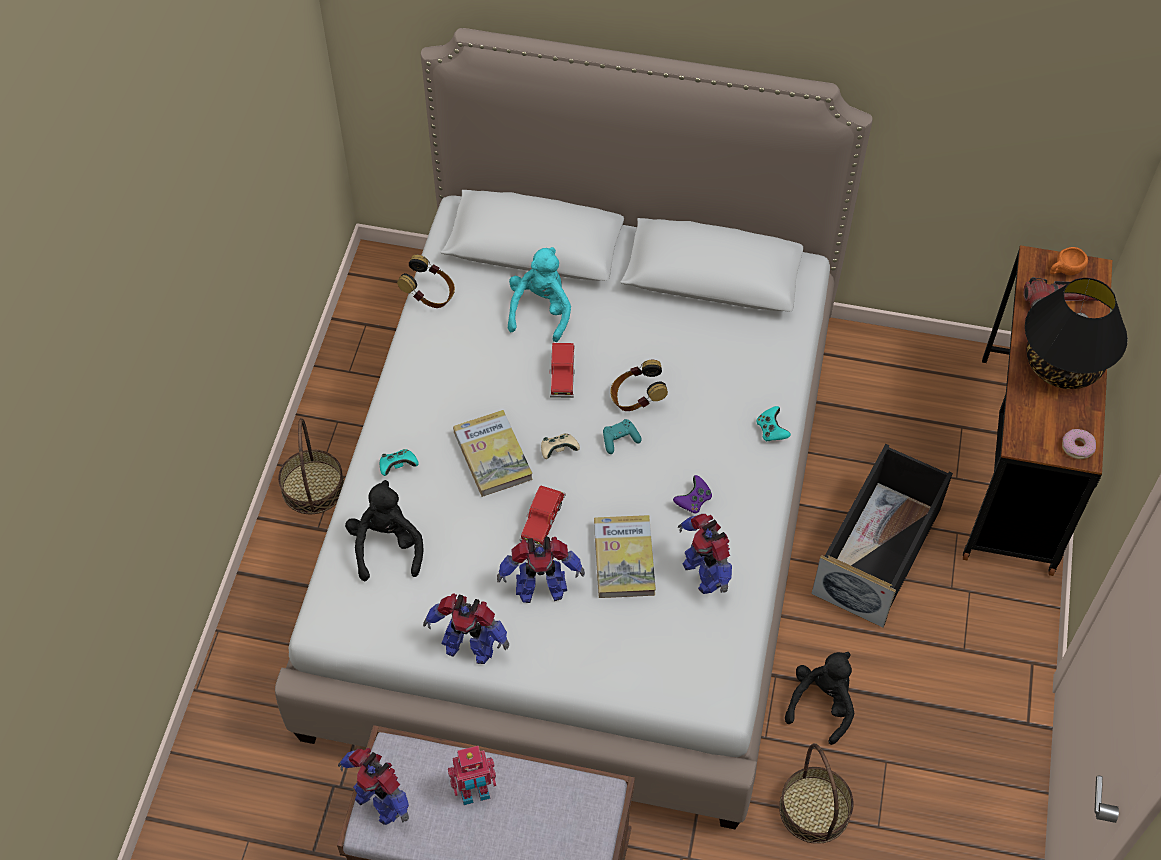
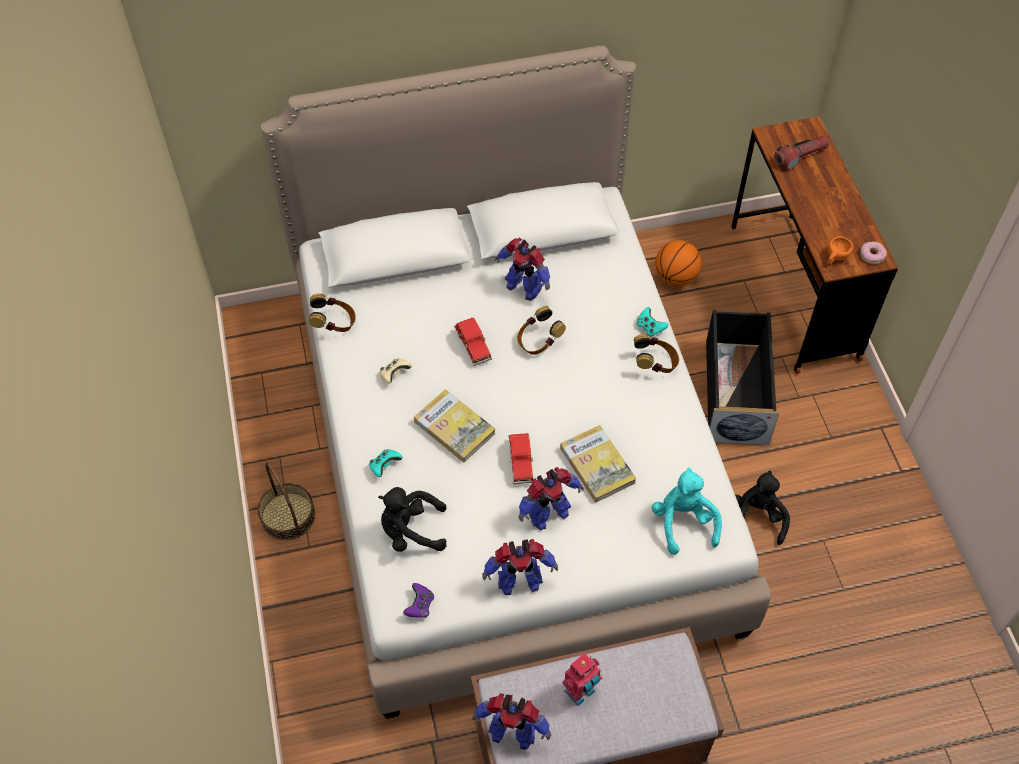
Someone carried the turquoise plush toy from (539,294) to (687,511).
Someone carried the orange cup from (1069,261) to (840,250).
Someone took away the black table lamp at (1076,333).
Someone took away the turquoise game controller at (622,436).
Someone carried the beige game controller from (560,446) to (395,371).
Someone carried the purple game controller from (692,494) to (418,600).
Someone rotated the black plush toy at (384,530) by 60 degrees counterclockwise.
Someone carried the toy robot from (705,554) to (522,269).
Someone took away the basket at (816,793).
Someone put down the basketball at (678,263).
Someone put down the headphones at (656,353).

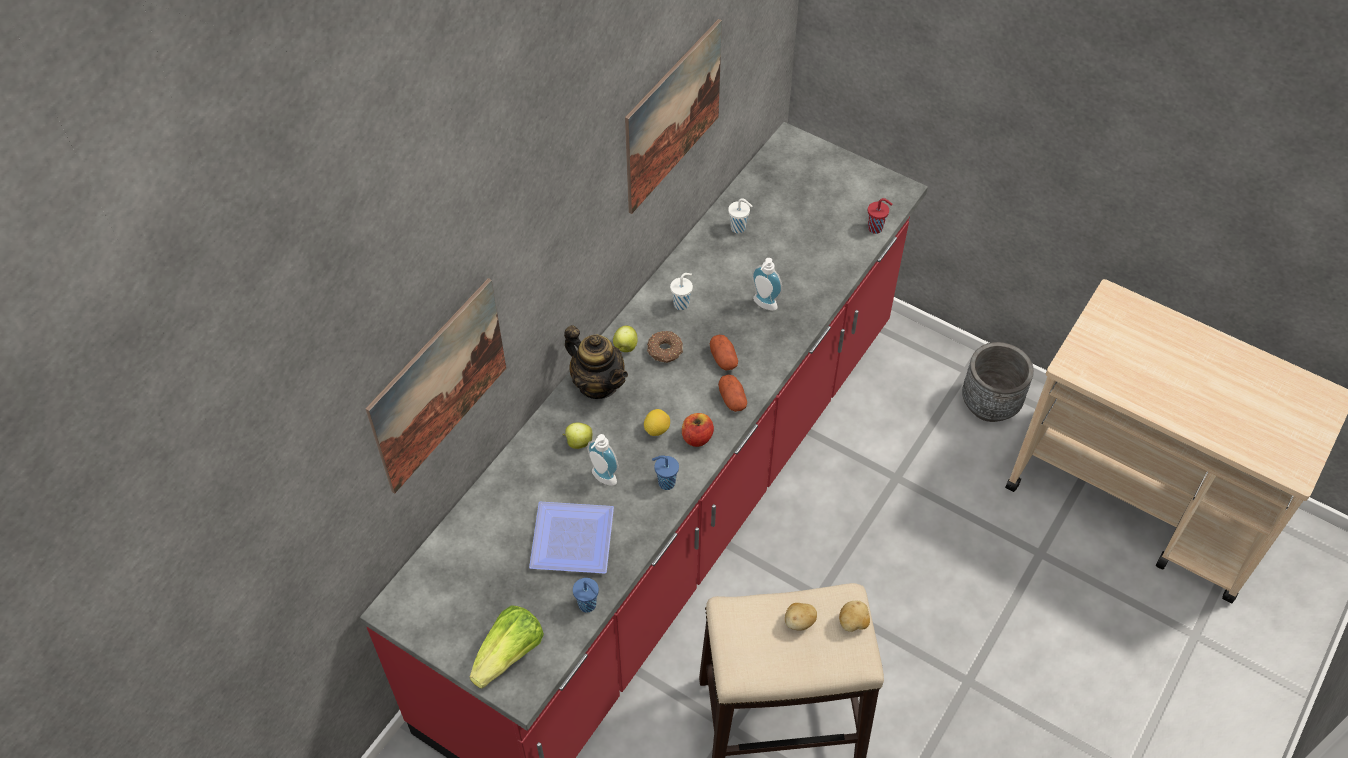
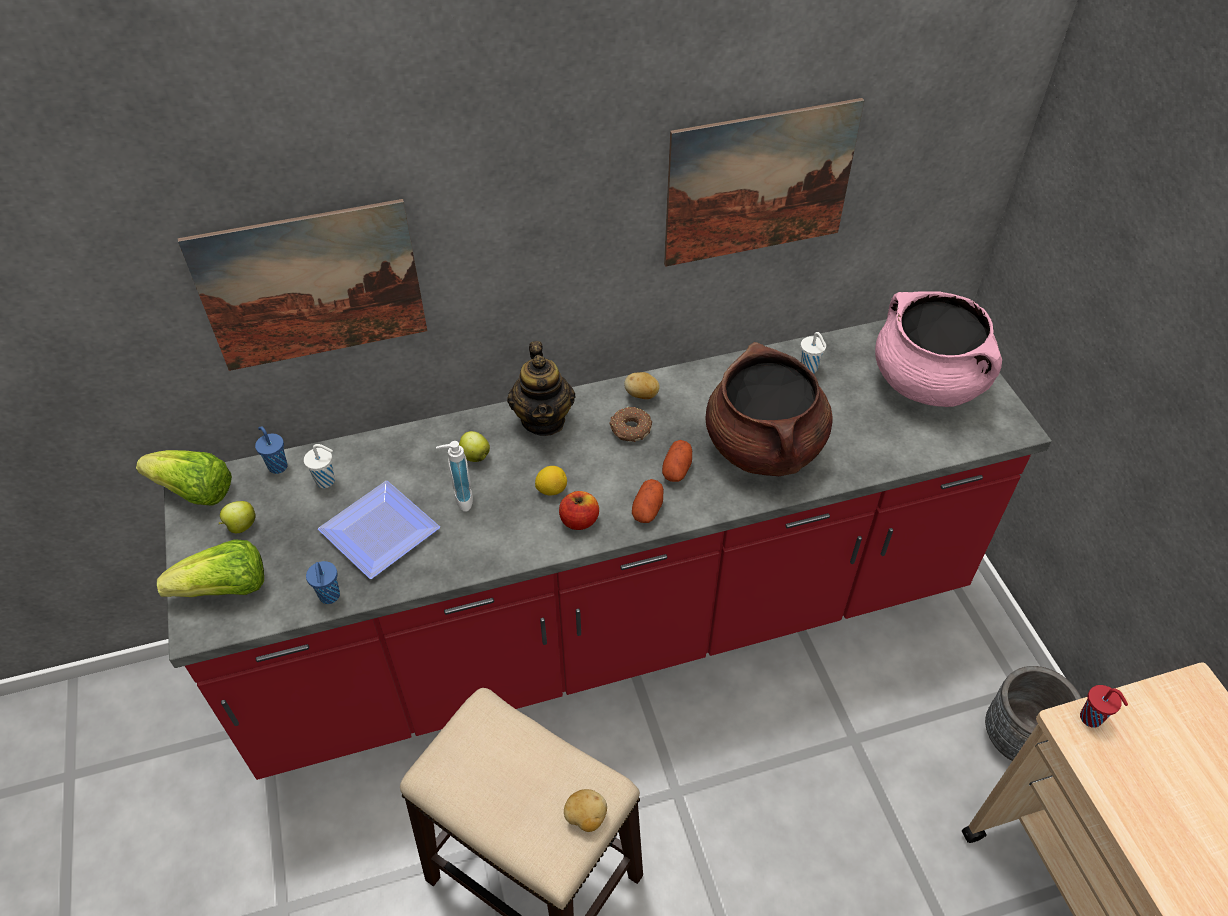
Someone carried the red cup from (880,216) to (1104,706).
Someone swapped the soap dispenser at (767,284) for the brown cooking pot at (769,409).
Someone carried the white cup from (681,291) to (319,466).
Someone carried the apple from (625,338) to (237,517).
Someone carried the blue cup from (665,472) to (271,450).
Someone carried the potato from (801,616) to (642,385).
Someone put down the pink cooking pot at (938,349).
Someone put down the lettuce at (184,478).

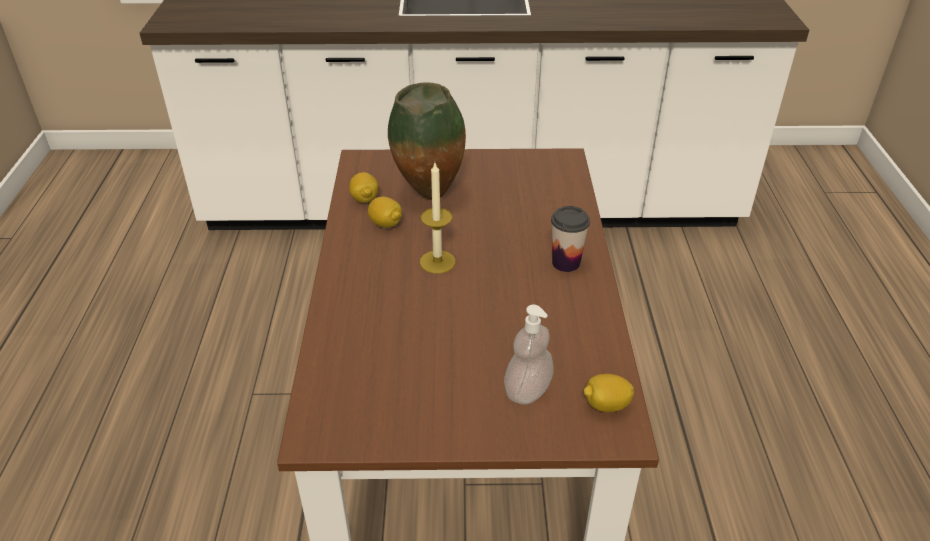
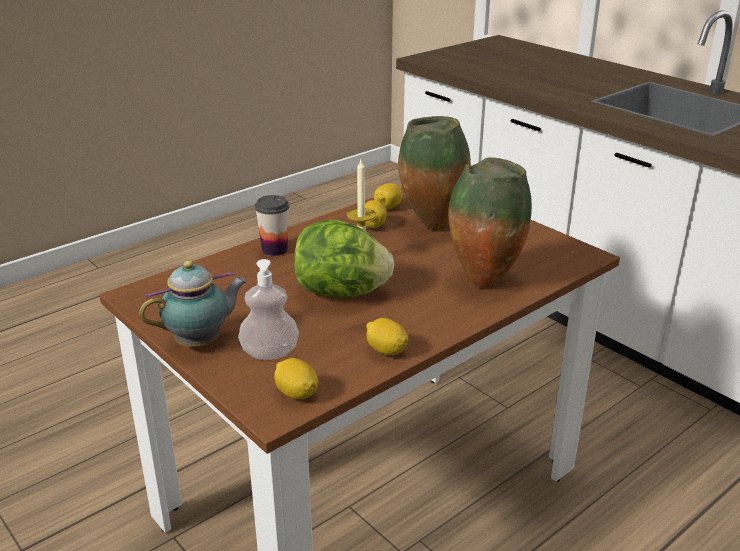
Someone carried the cup from (570,239) to (272,225).
Someone put down the vase at (490,222).
Someone put down the lettuce at (344,259).
Someone put down the teapot at (193,304).
Someone put down the lemon at (387,336).

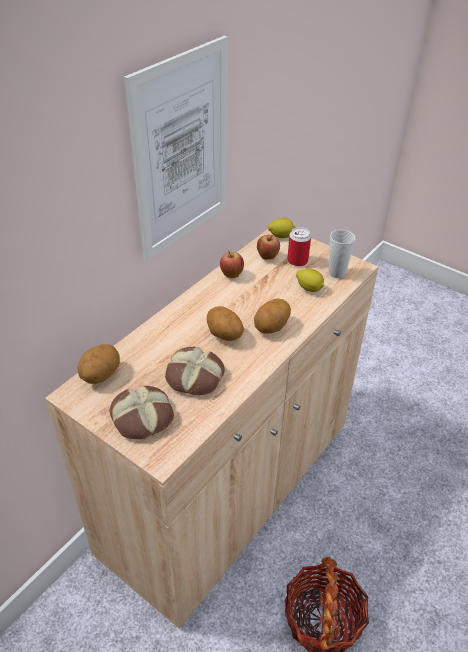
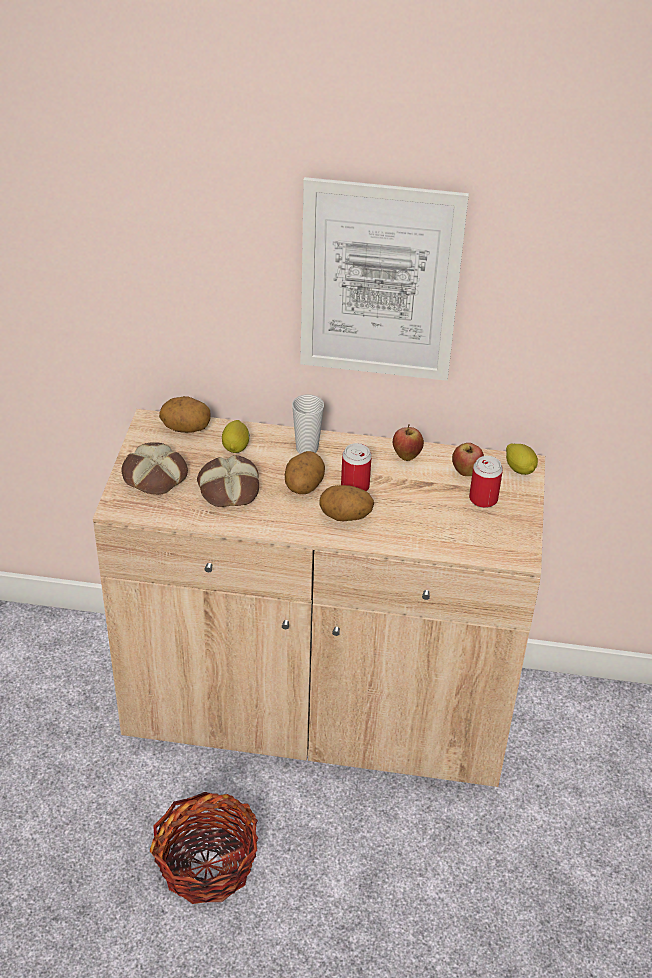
Someone carried the cup from (342,254) to (308,424).
Someone carried the lemon from (310,280) to (236,436).
Someone put down the can at (356,467).

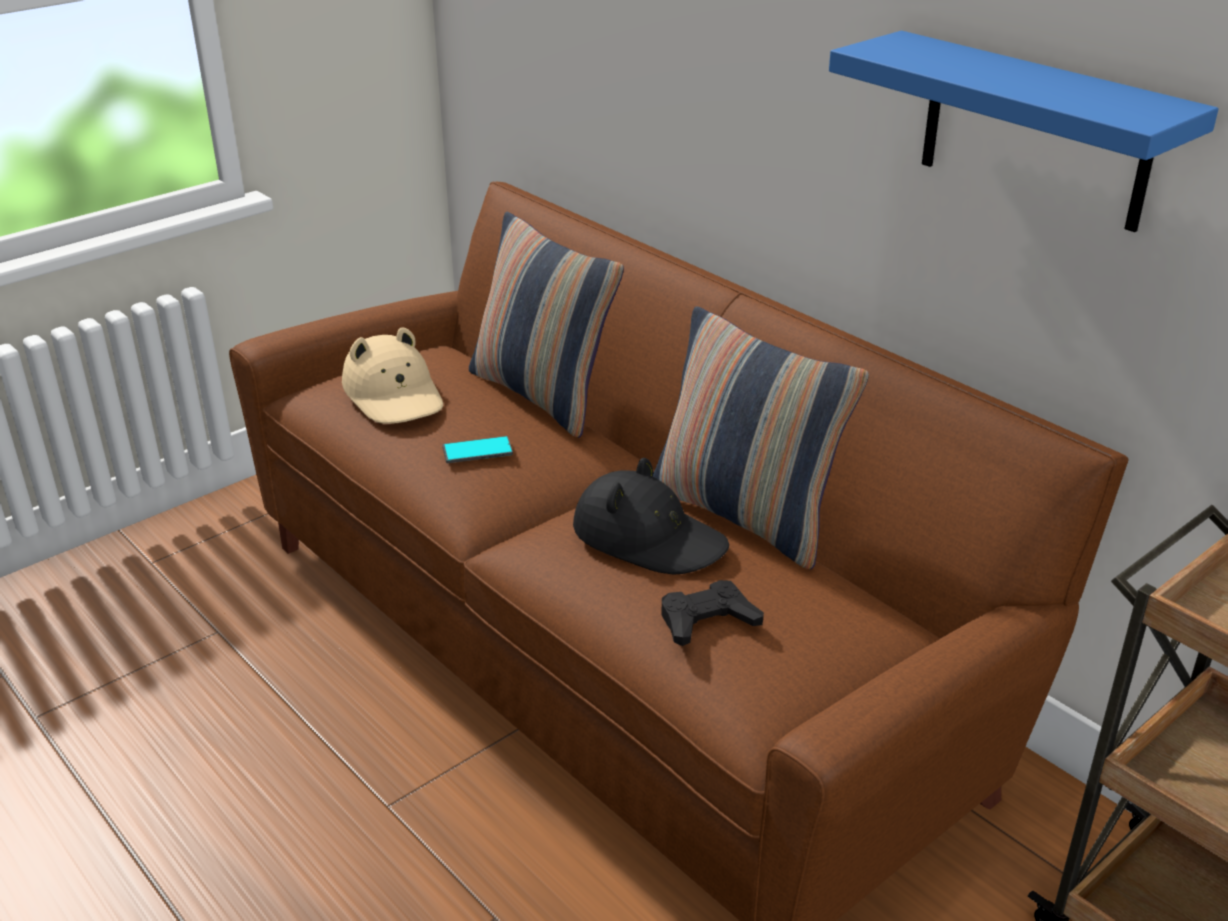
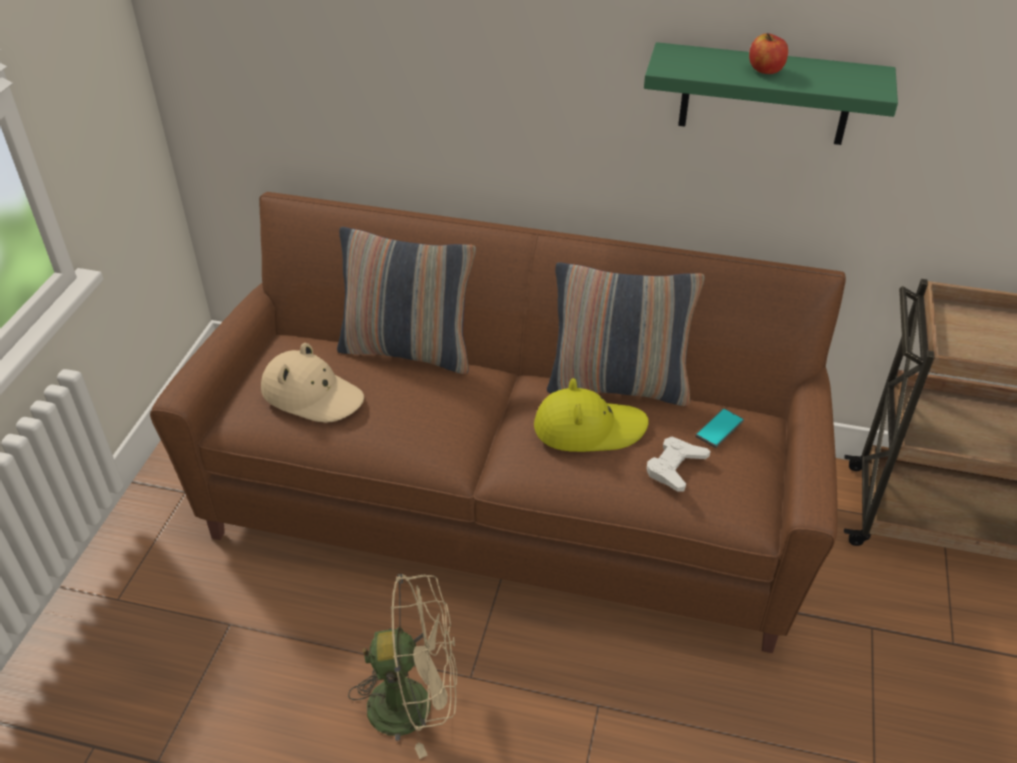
Someone repainted the blue shelf at (1024,131), which became the green shelf at (771,93).
Someone carried the phone from (477,449) to (719,428).
Someone repainted the black hat at (651,516), which became the yellow hat at (591,415).
Someone repainted the black game controller at (712,613), which became the white game controller at (679,464).
Someone put down the apple at (768,53).
Someone put down the beige fan at (402,666).

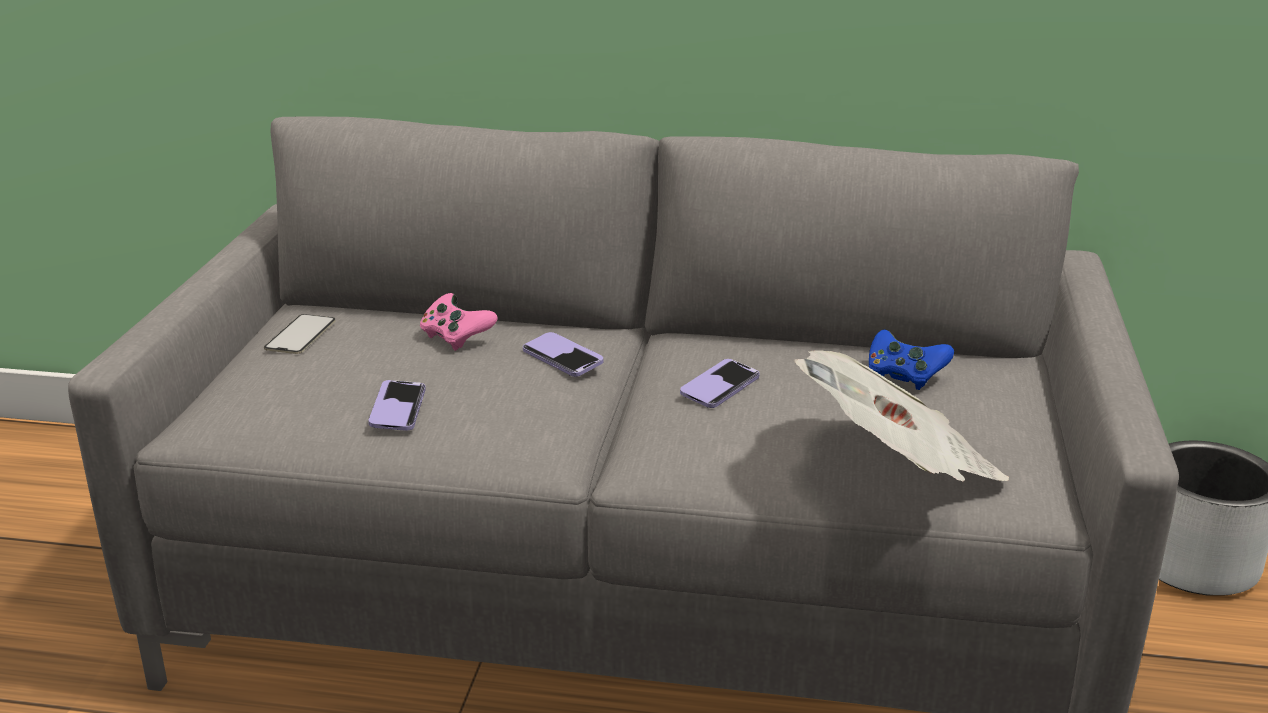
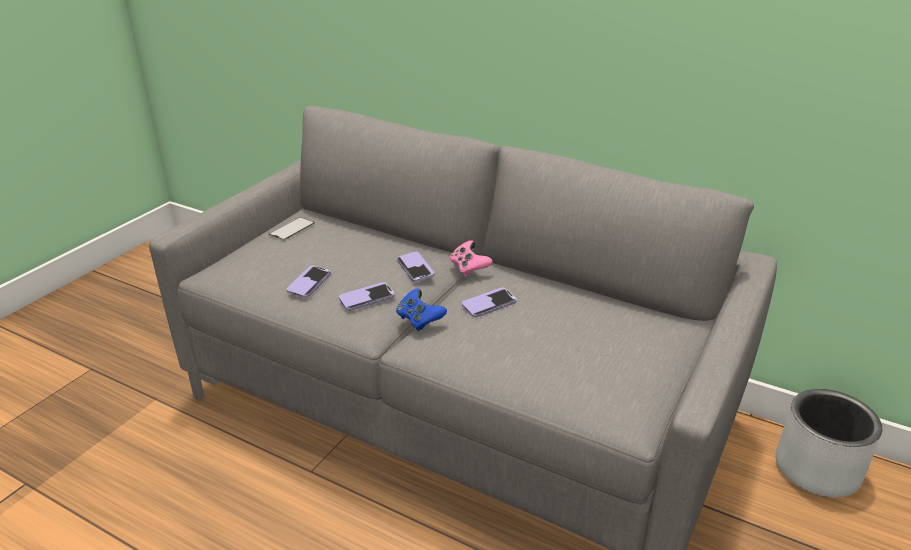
Someone carried the pink game controller from (459,322) to (471,259).
Someone carried the blue game controller from (911,360) to (421,310).
Someone took away the newspaper at (901,415).
Someone put down the phone at (367,296).

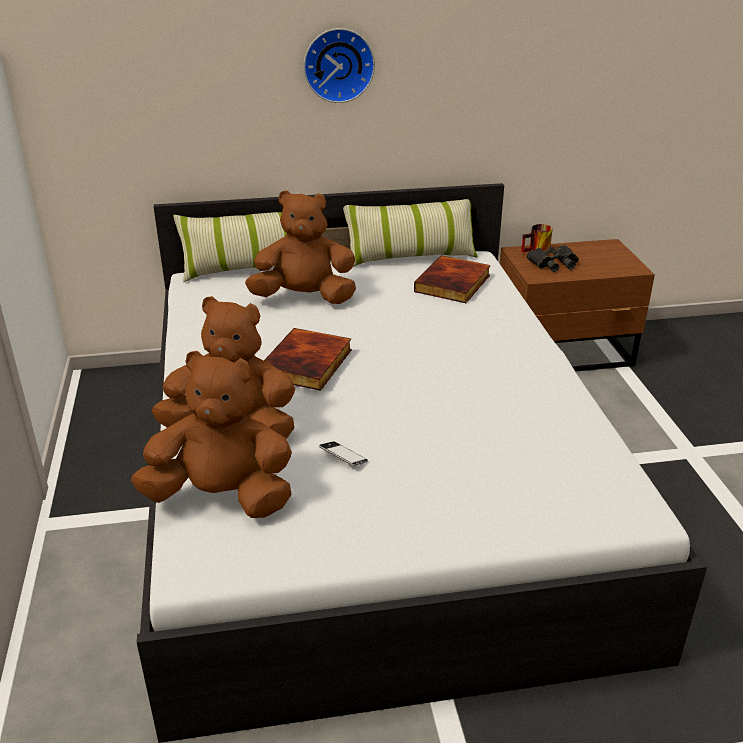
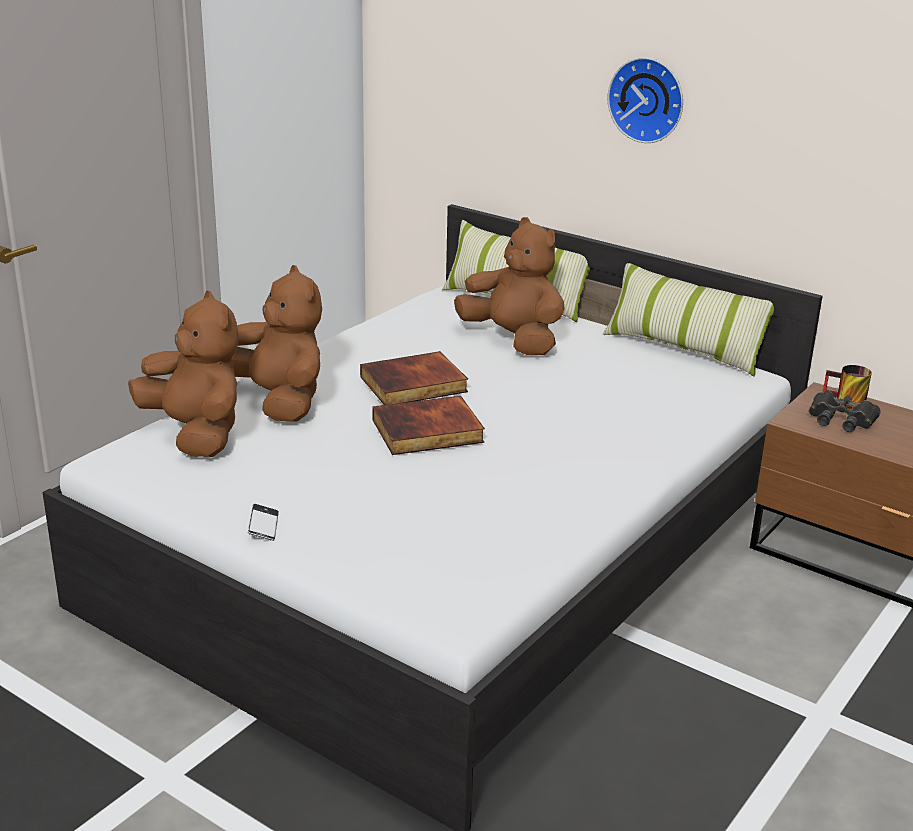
Someone carried the book from (452,279) to (428,425).
Someone carried the phone from (343,453) to (263,522).

